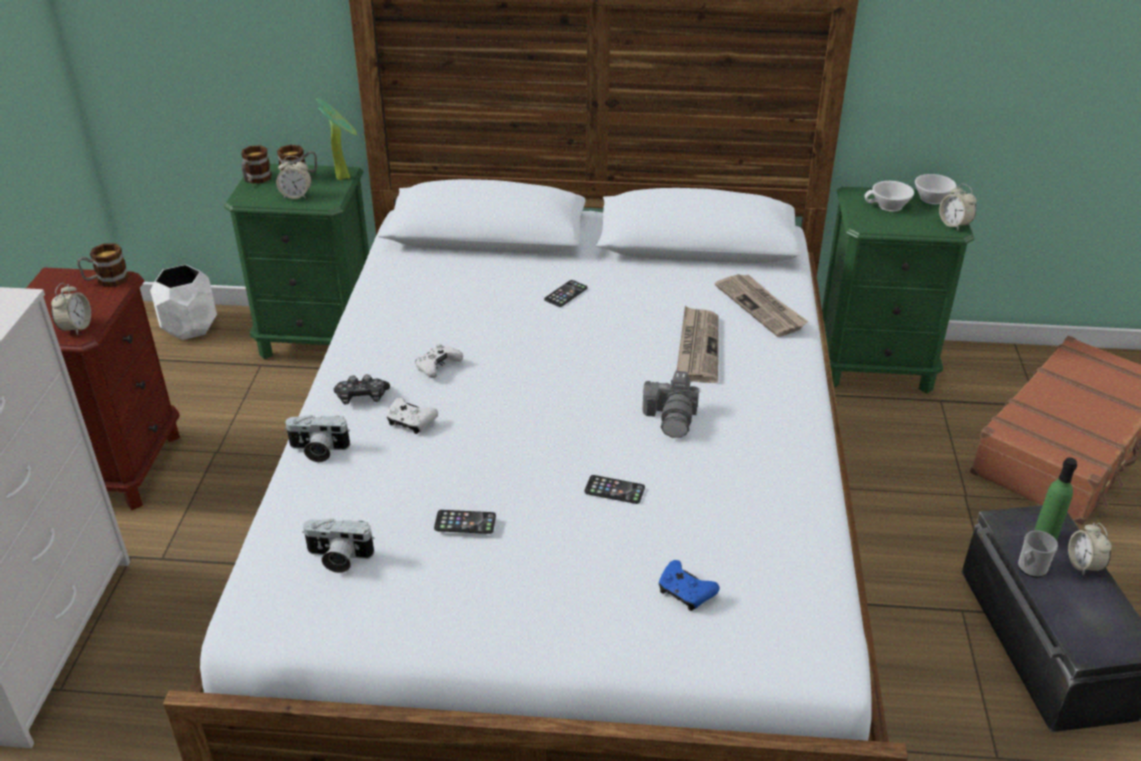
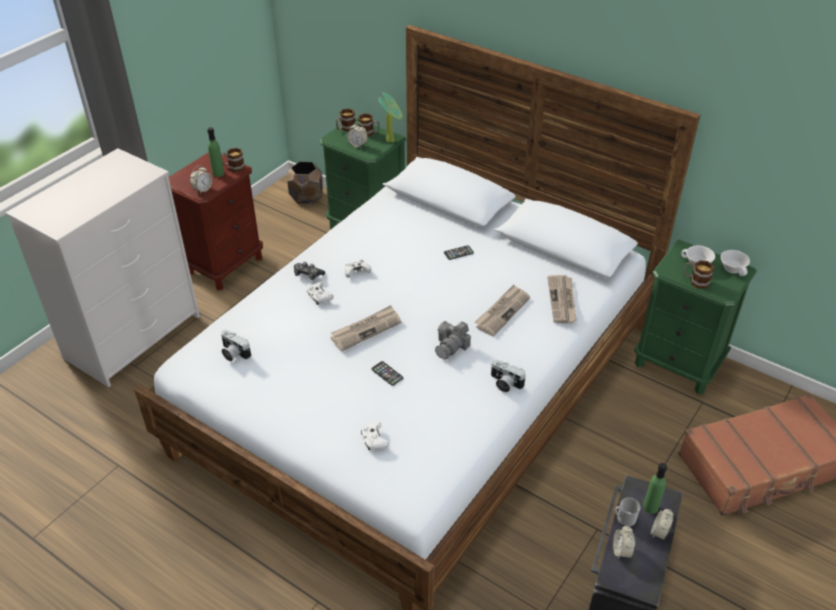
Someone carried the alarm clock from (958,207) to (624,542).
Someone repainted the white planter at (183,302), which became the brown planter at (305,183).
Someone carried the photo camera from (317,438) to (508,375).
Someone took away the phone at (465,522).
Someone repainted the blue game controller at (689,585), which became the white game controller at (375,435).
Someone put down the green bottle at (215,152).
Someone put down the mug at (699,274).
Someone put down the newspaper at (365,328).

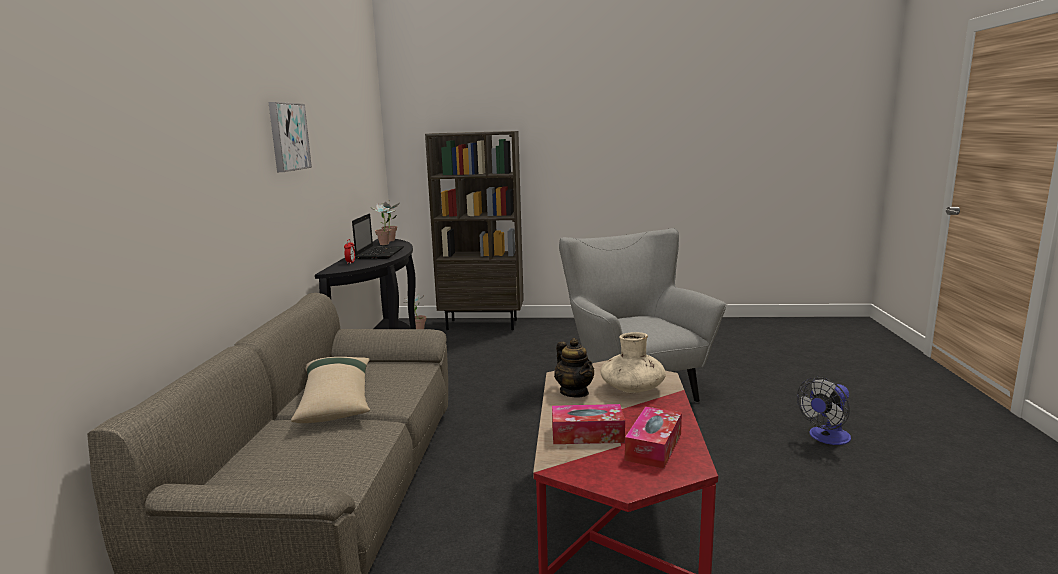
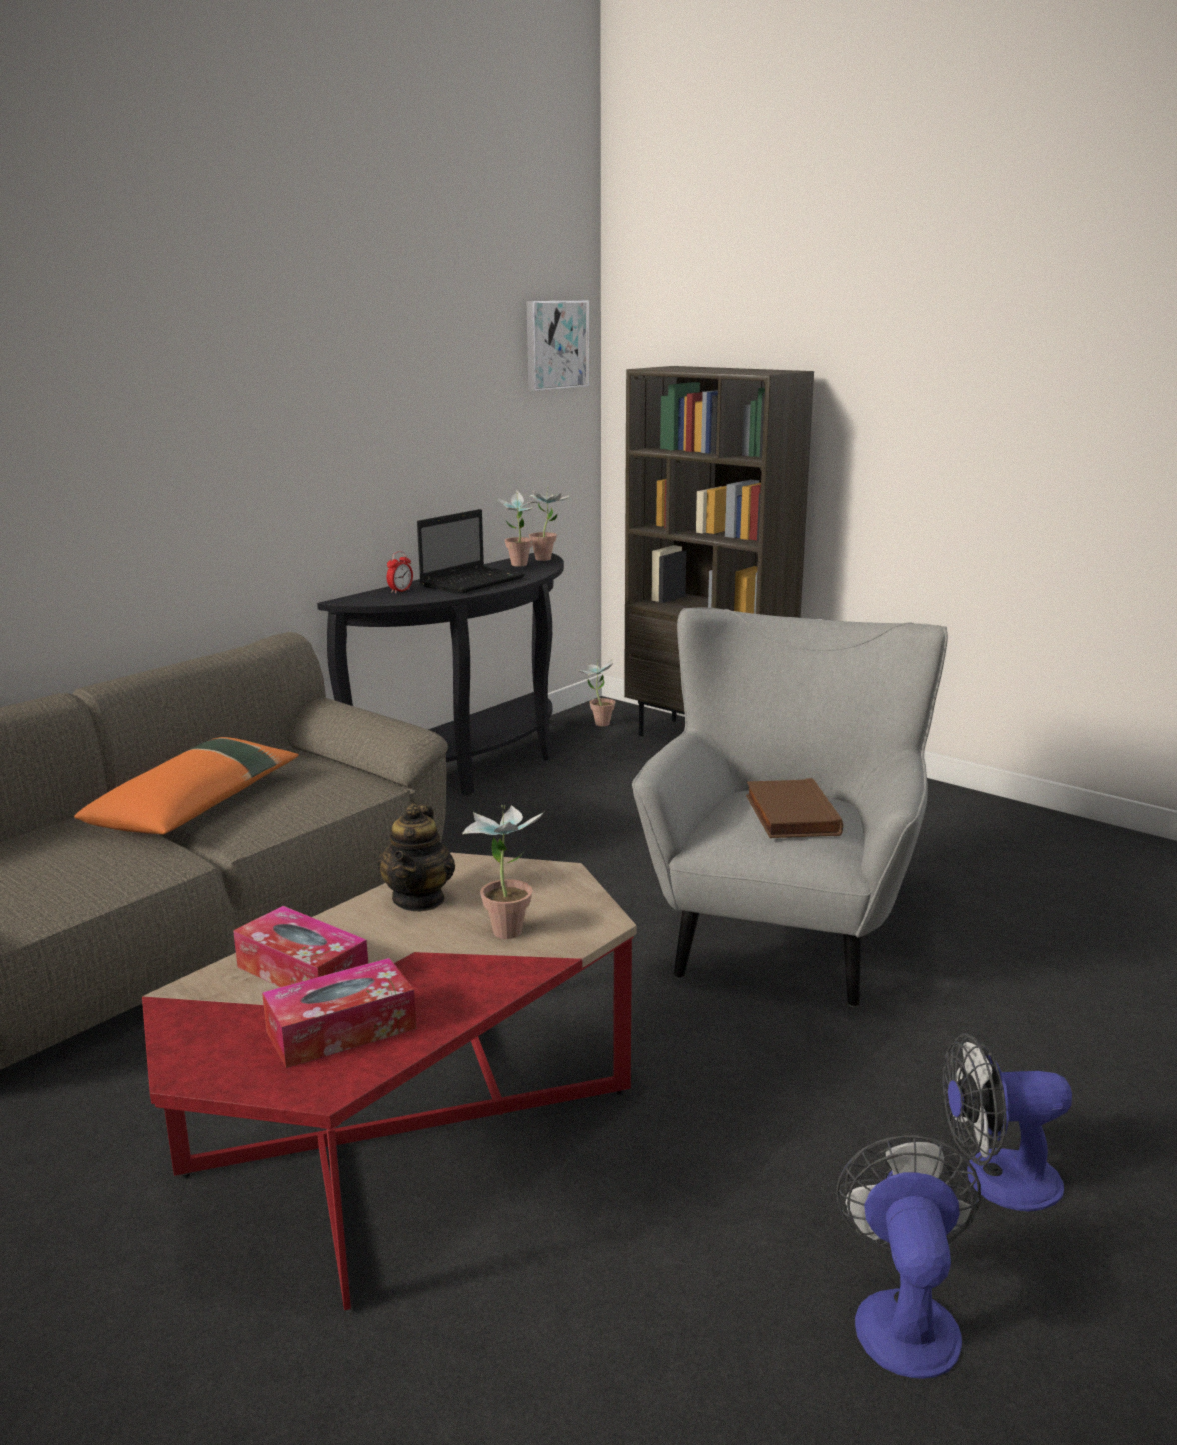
Someone carried the picture from (290,137) to (557,345).
Someone swapped the beige vase at (633,362) for the potted plant at (503,872).
Someone repainted the beige pillow at (330,390), which became the orange pillow at (186,786).
Someone put down the brown book at (794,808).
Someone put down the fan at (908,1257).

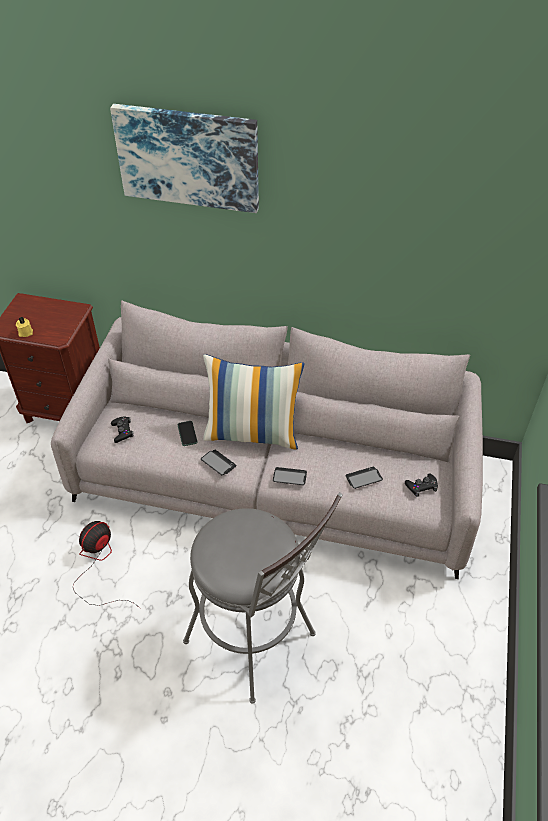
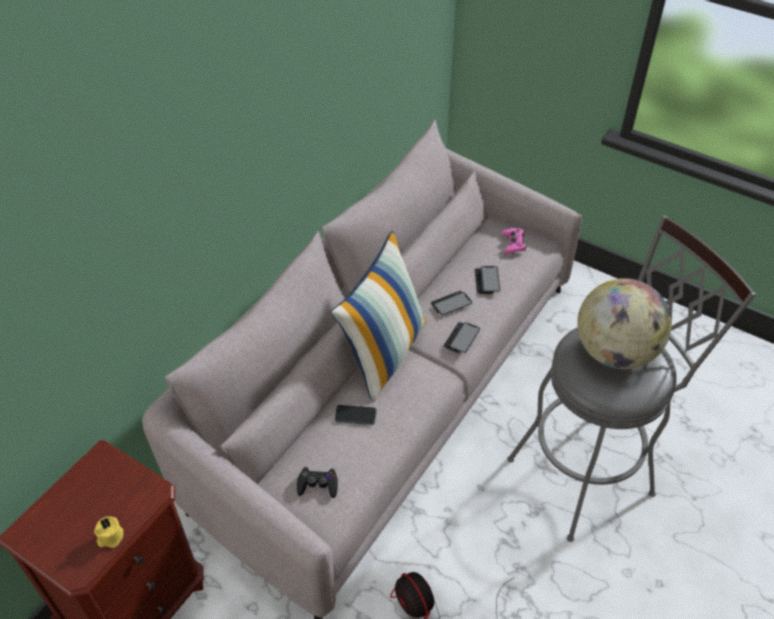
Someone took away the picture at (184,158).
Someone carried the phone from (218,462) to (451,303).
Someone repainted the black game controller at (421,485), which became the pink game controller at (514,241).
Someone put down the globe at (624,323).

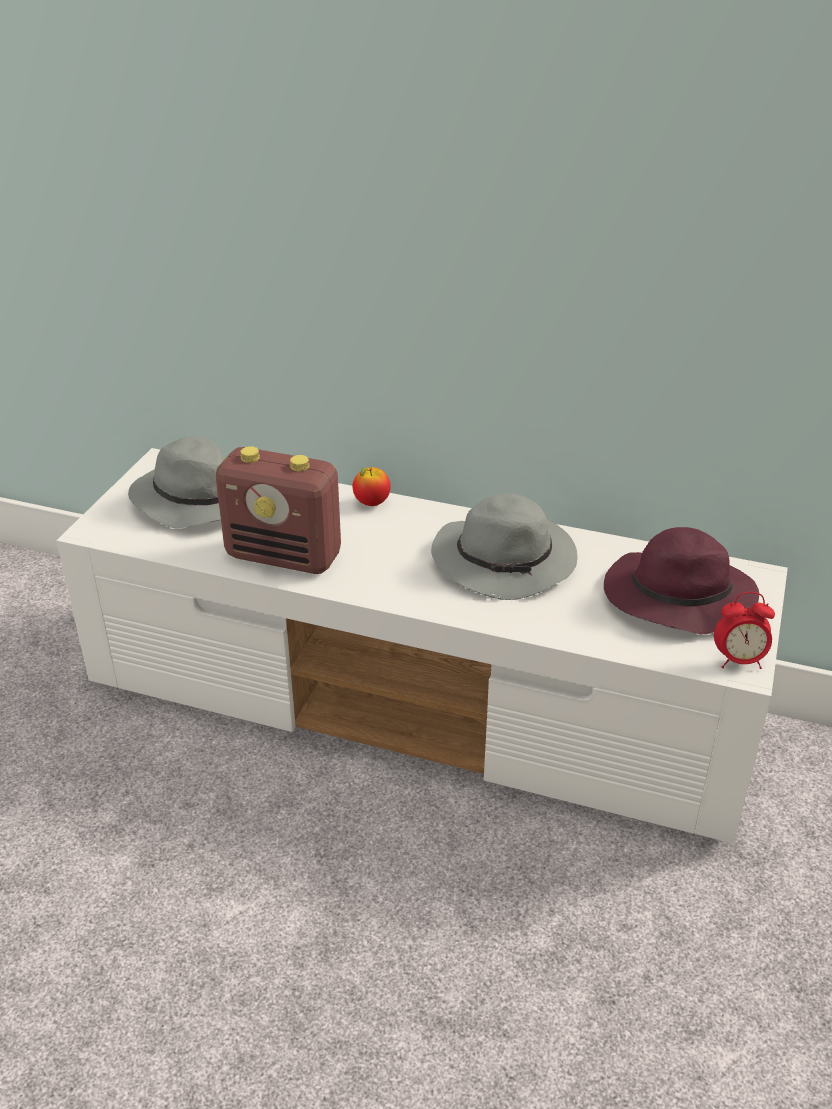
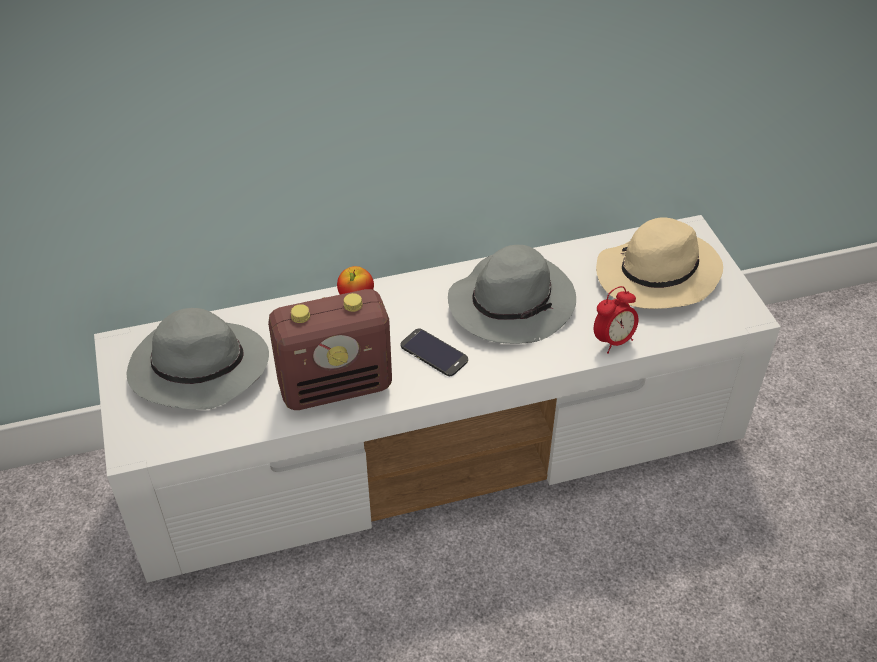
Someone repainted the purple hat at (681,580), which became the beige hat at (659,263).
Someone carried the alarm clock from (744,630) to (616,320).
Someone put down the phone at (434,352).

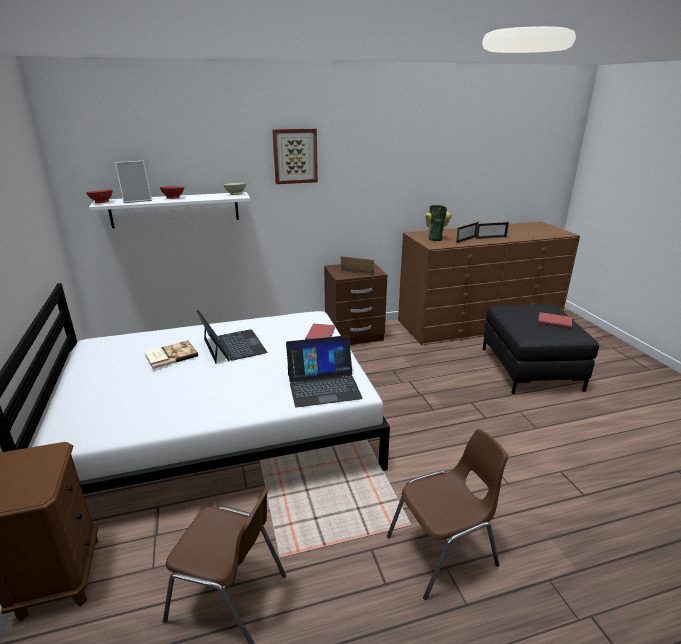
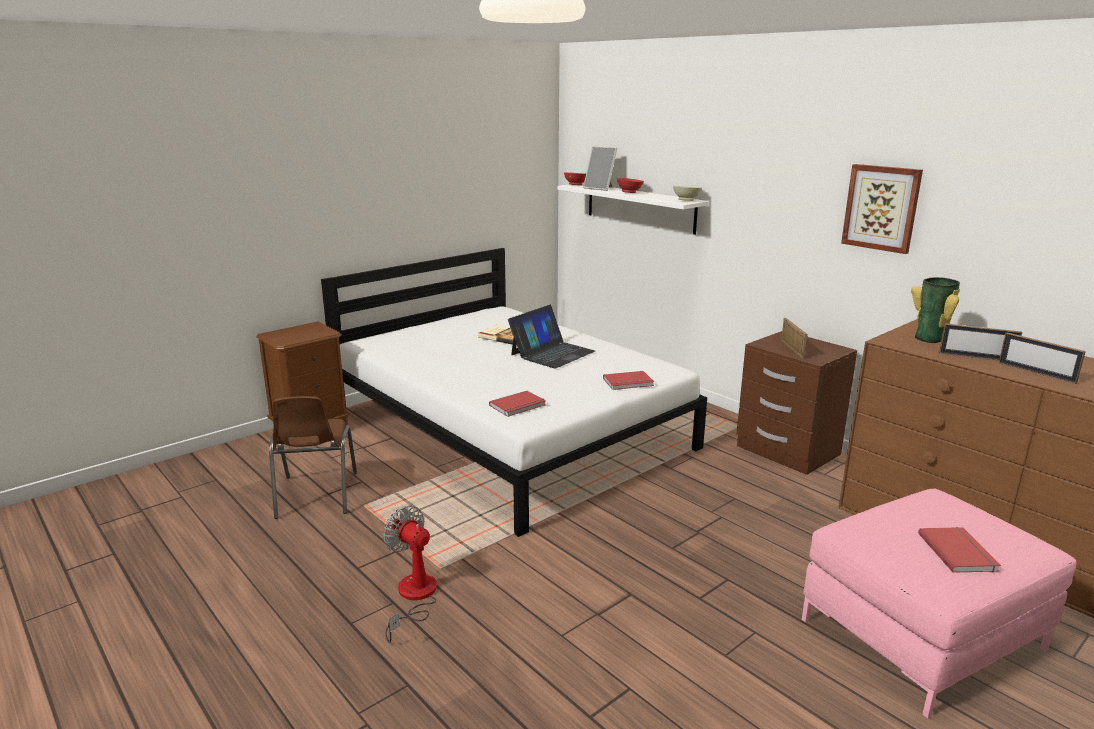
Someone carried the picture from (295,156) to (882,209).
Someone repainted the black ottoman at (541,349), which became the pink ottoman at (939,604).
Someone swapped the laptop at (324,371) for the red book at (517,404).
Someone swapped the brown chair at (447,514) for the fan at (410,574).

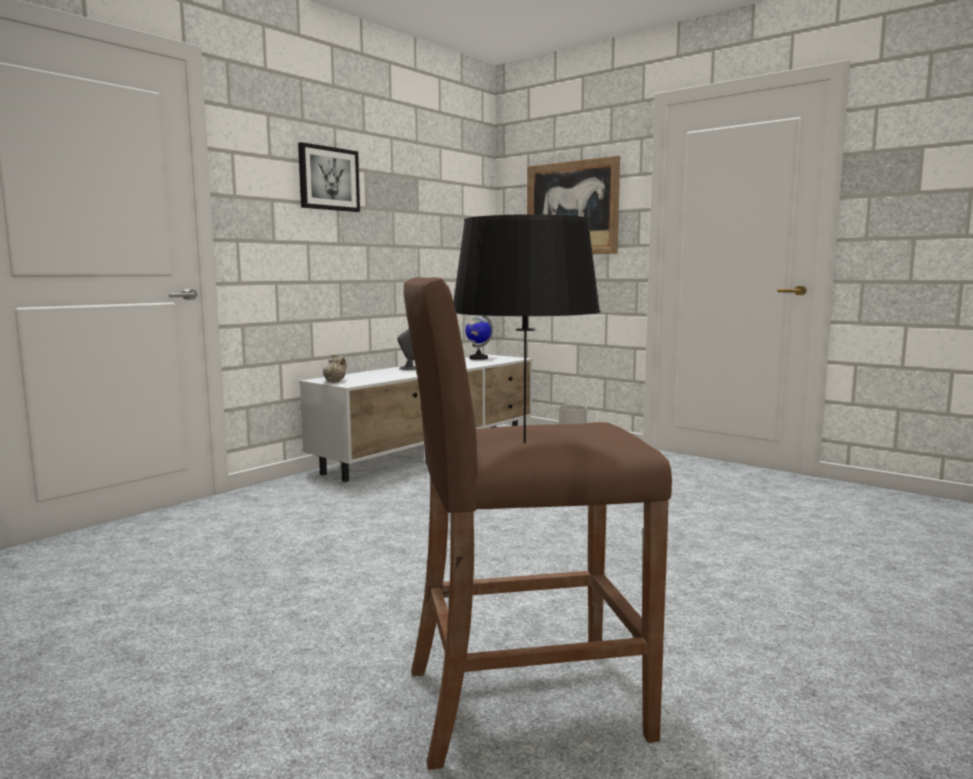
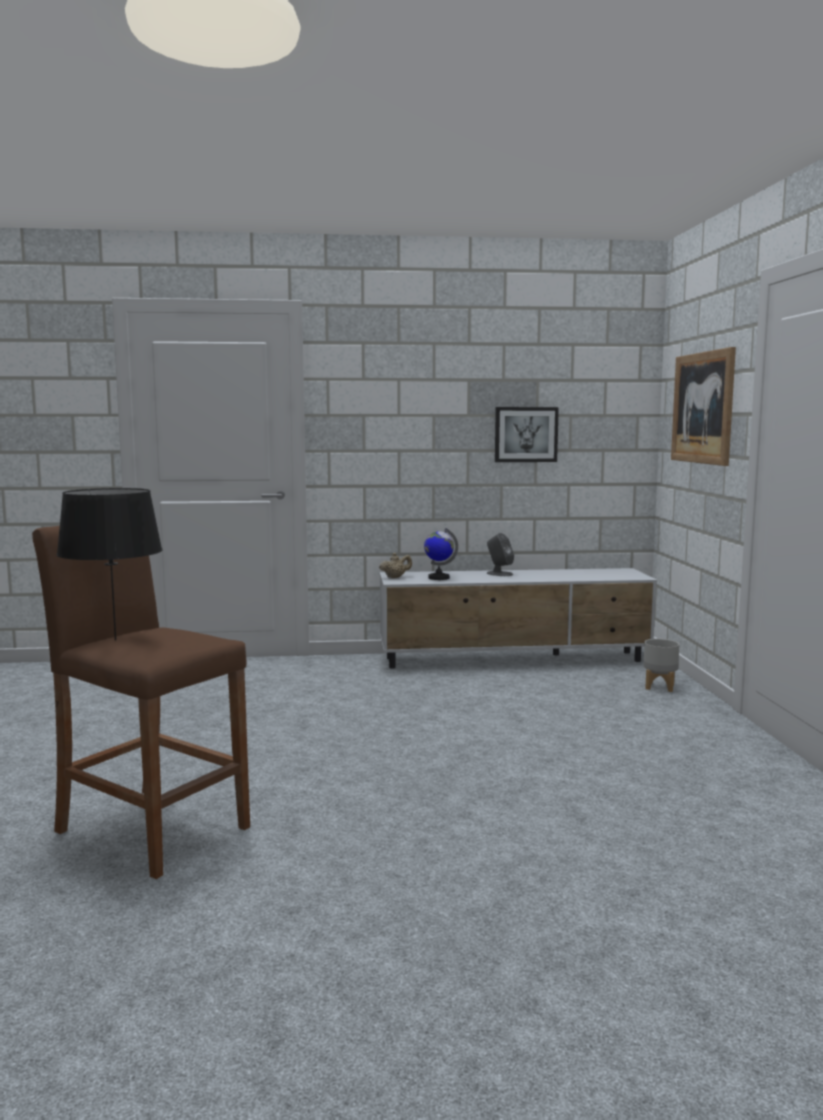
Someone carried the picture from (329,177) to (527,434).
Someone carried the globe from (479,337) to (441,554).

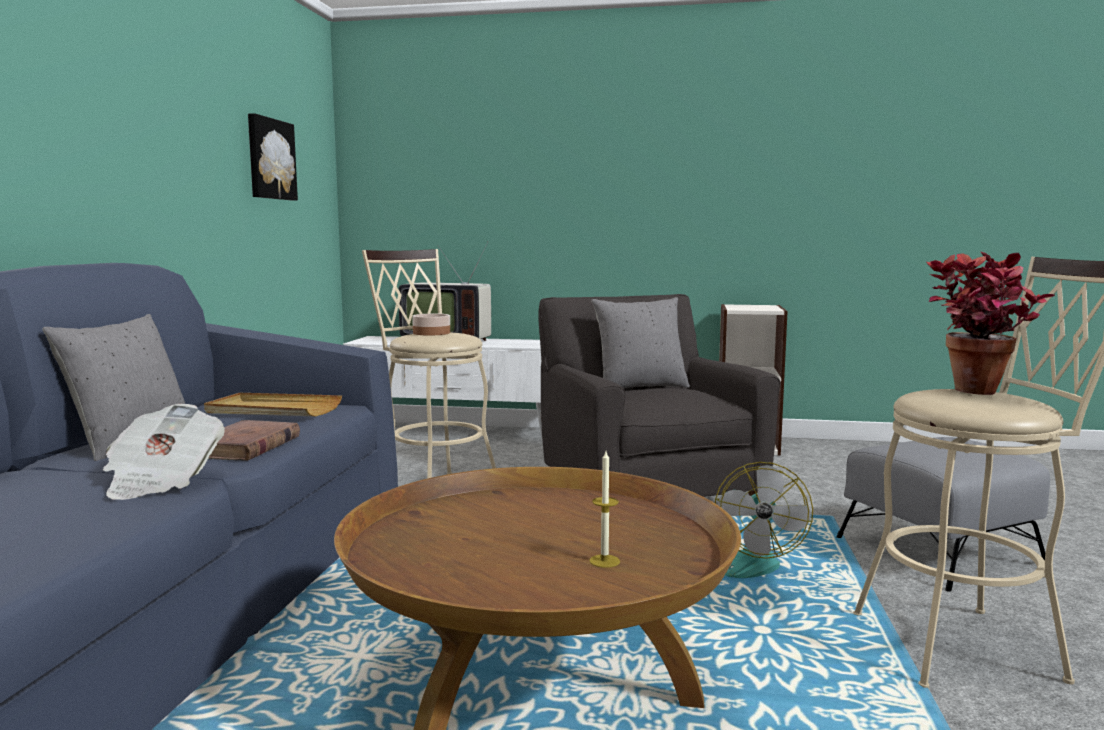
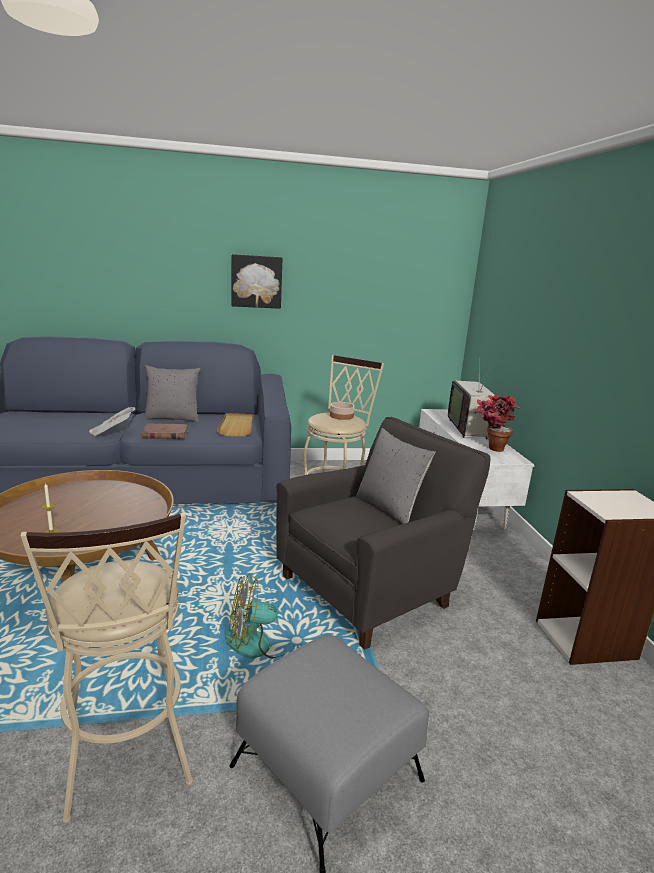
Someone carried the picture from (273,157) to (257,281).
Someone carried the potted plant from (990,323) to (496,423).

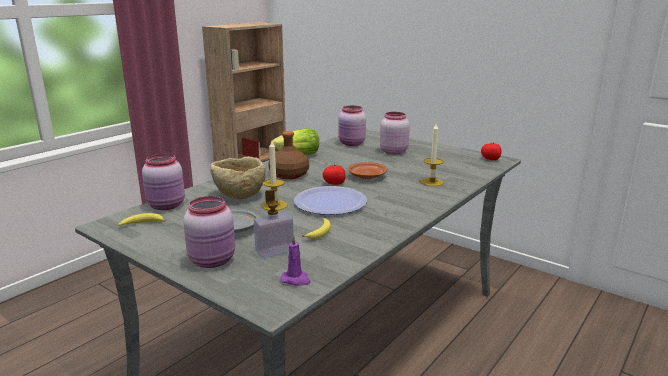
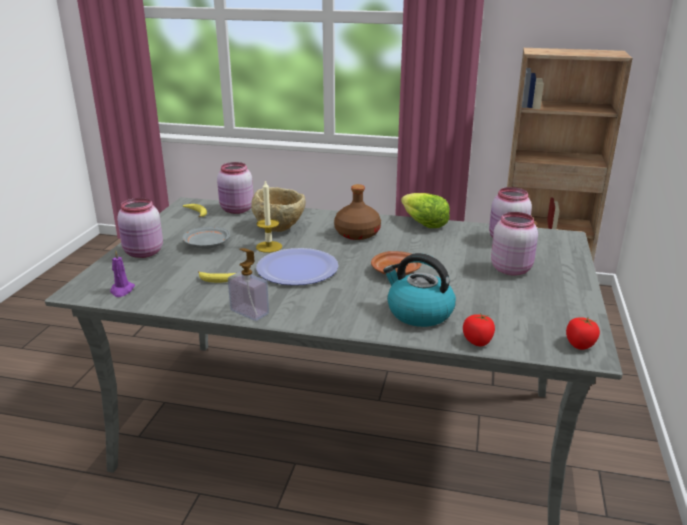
Someone swapped the candle at (432,154) for the kettle at (419,290).
Someone carried the tomato from (334,174) to (479,330).
Someone carried the soap dispenser from (273,223) to (248,284).

